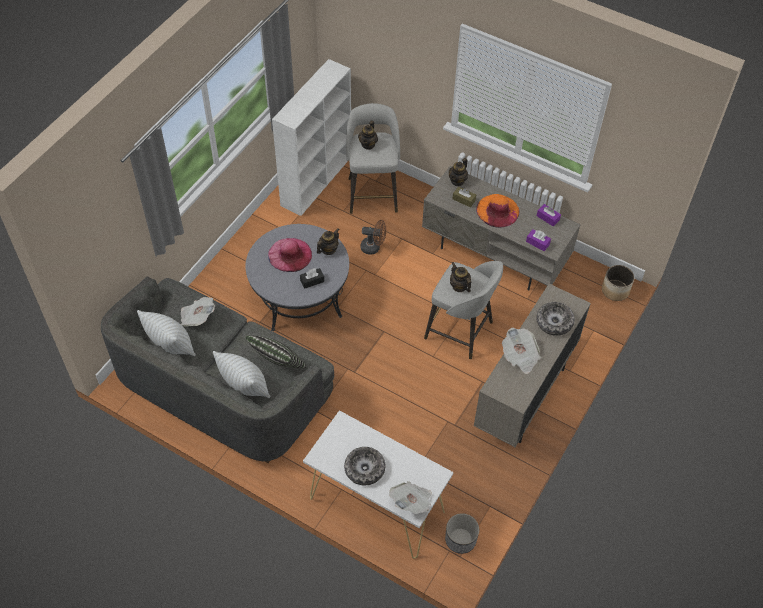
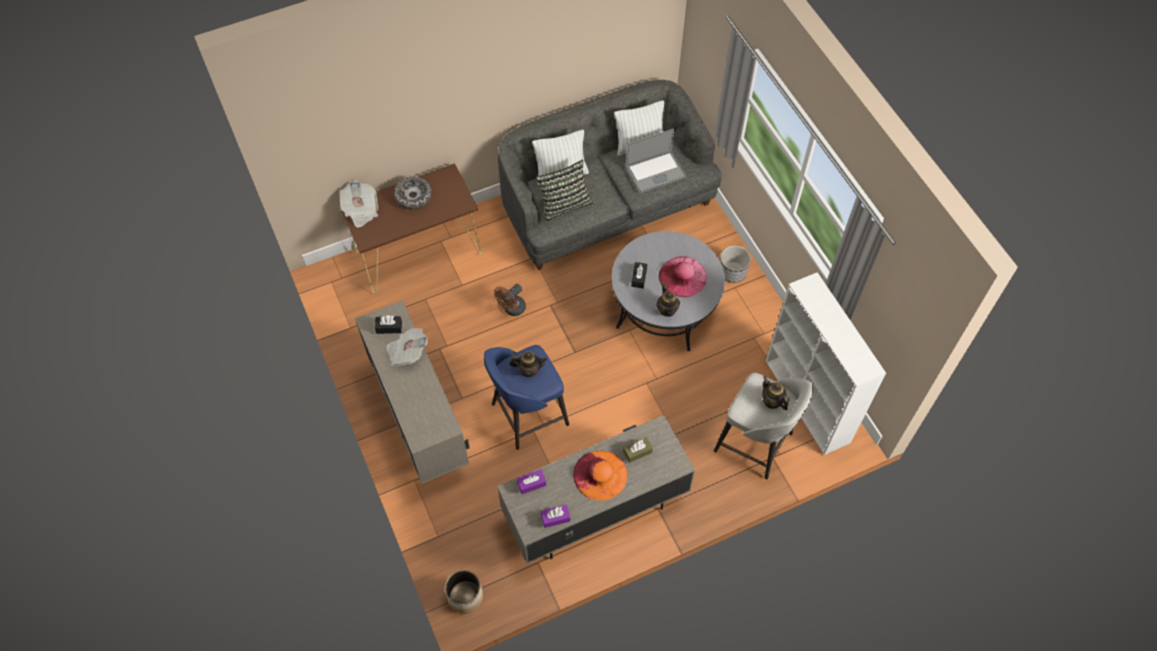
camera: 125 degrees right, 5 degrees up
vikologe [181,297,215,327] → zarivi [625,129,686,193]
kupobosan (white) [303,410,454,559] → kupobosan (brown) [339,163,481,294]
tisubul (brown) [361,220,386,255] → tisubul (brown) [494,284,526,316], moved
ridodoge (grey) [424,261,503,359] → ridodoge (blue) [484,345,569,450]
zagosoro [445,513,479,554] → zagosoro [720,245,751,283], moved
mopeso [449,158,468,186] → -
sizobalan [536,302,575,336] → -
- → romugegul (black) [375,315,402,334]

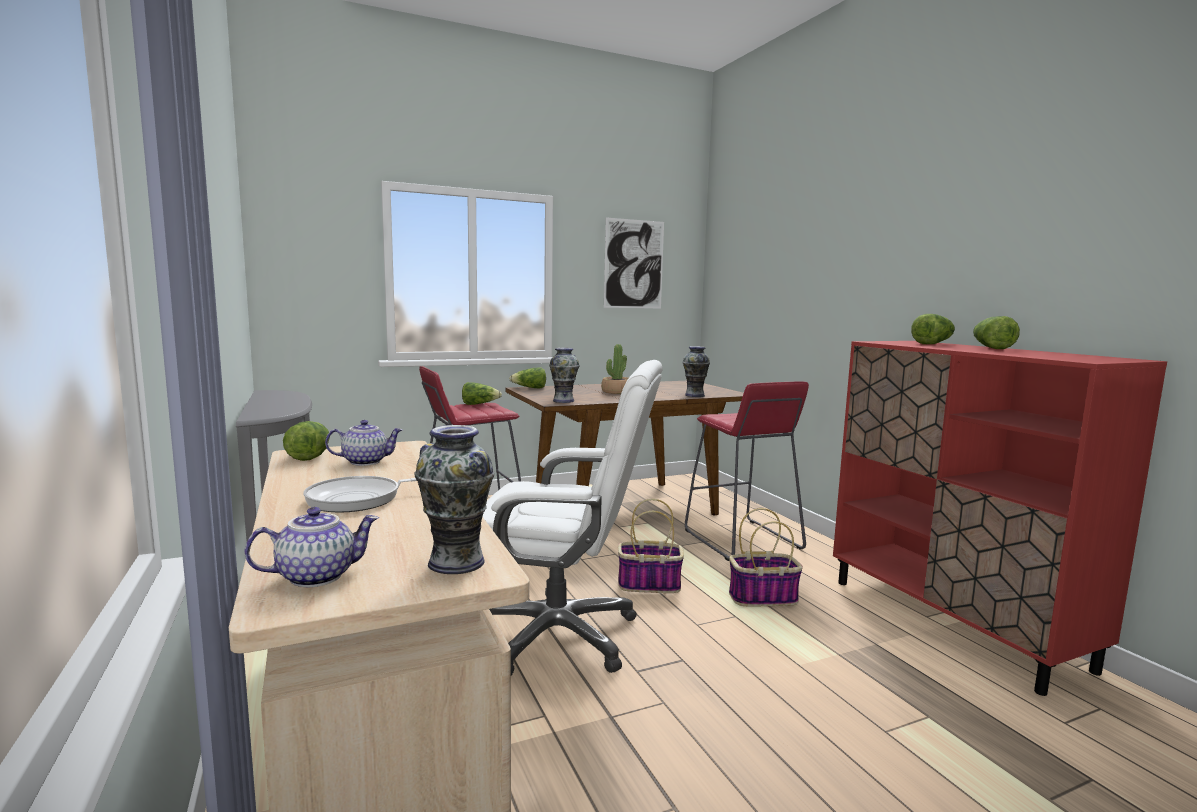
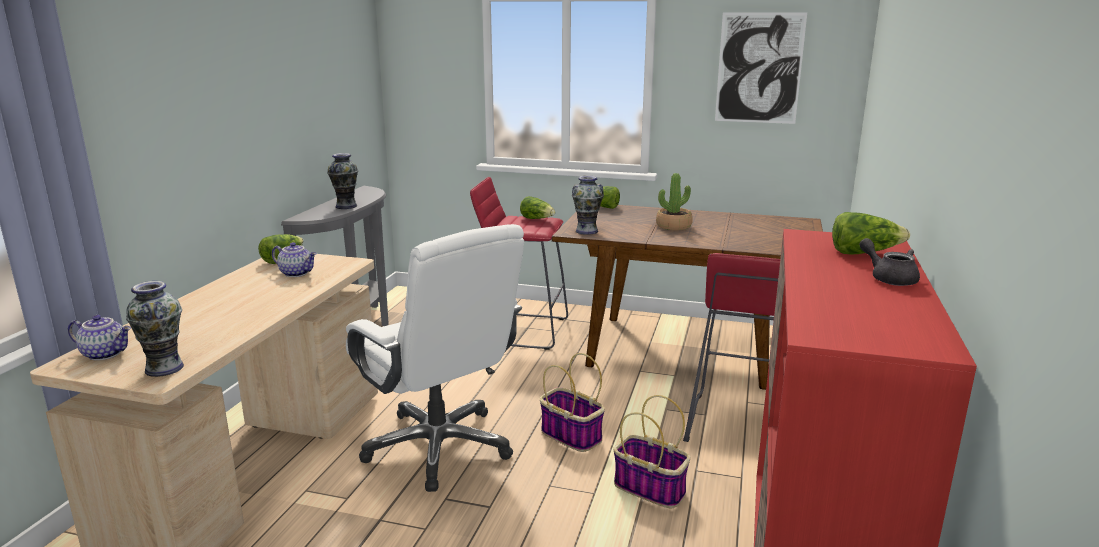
camera: 40 degrees right, 10 degrees up
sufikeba [303,476,417,513] → -
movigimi [682,346,710,397] → movigimi [327,153,358,209], moved
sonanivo [973,316,1020,349] → mopeso (grey) [859,238,920,286]

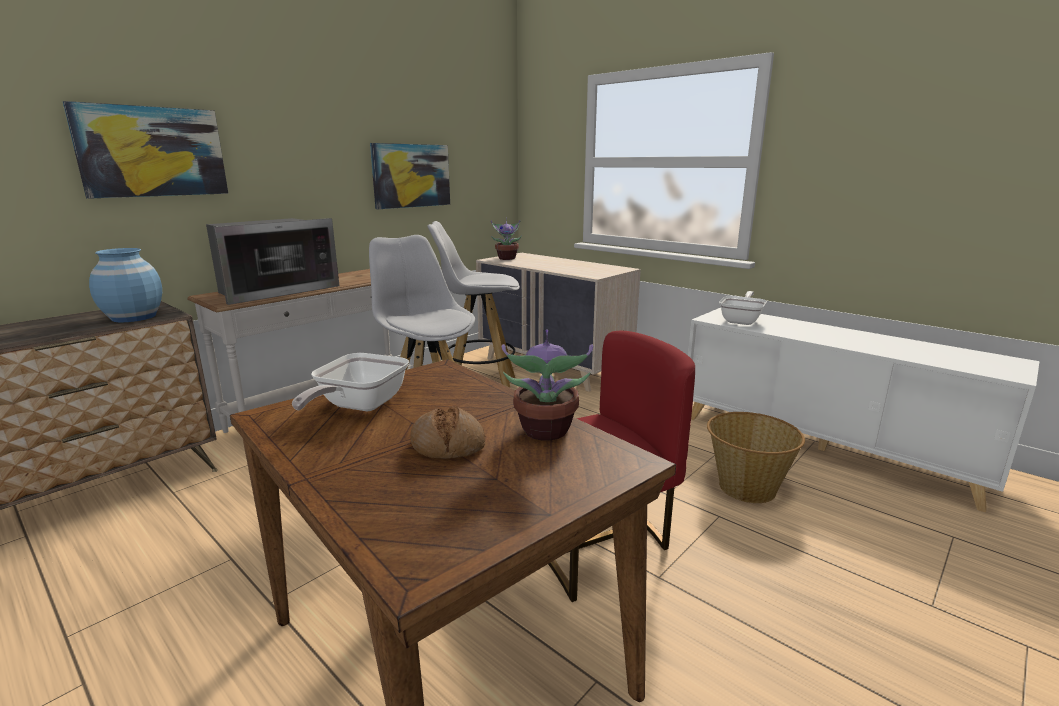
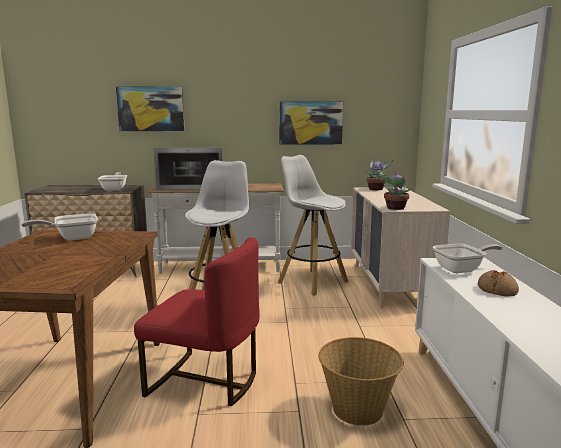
camera: 45 degrees right, 5 degrees down
movigimi (blue) [89,248,162,322] → sufikeba [98,172,127,191]
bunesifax [410,406,485,458] → bunesifax [478,270,519,296], moved
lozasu [502,330,593,441] → lozasu [378,169,411,210], moved

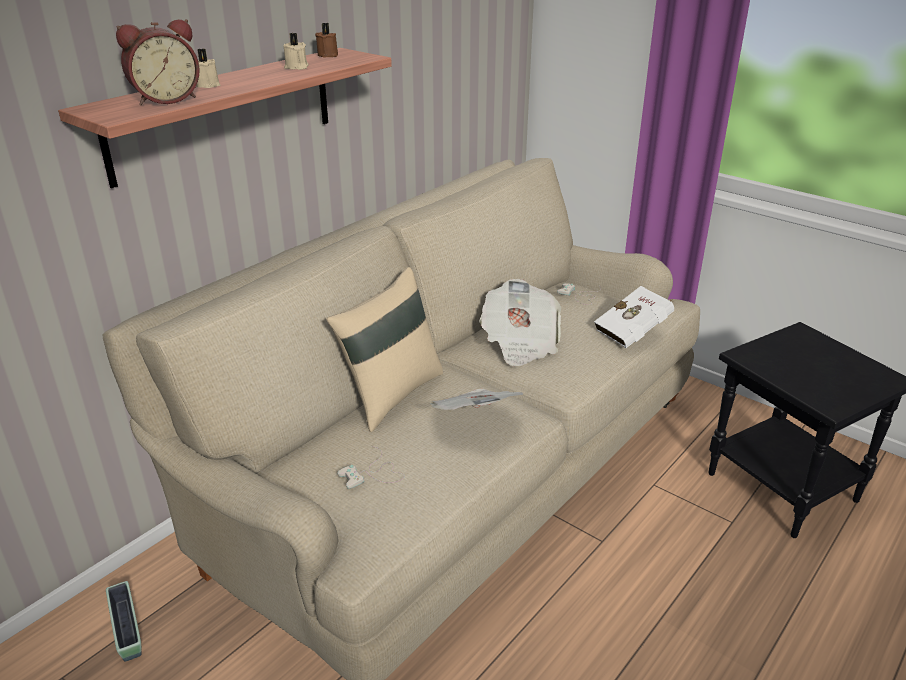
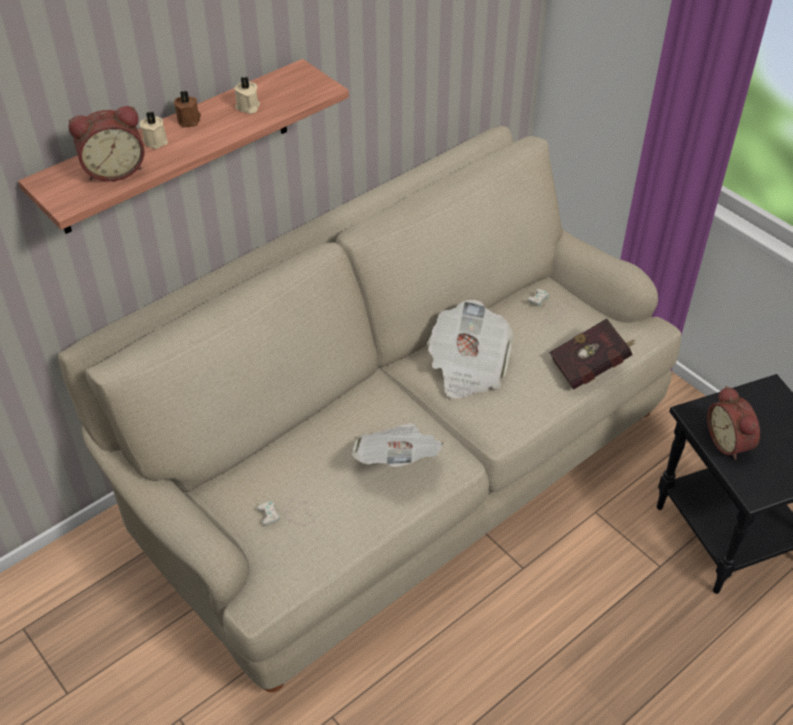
camera: 10 degrees right, 15 degrees up
zagosoro [106,581,142,662] → -
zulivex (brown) [315,23,338,57] → zulivex (brown) [174,91,201,127], moved
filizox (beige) [326,267,443,432] → -
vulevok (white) [594,286,674,348] → vulevok (red) [549,319,636,390]
- → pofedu [707,386,760,461]

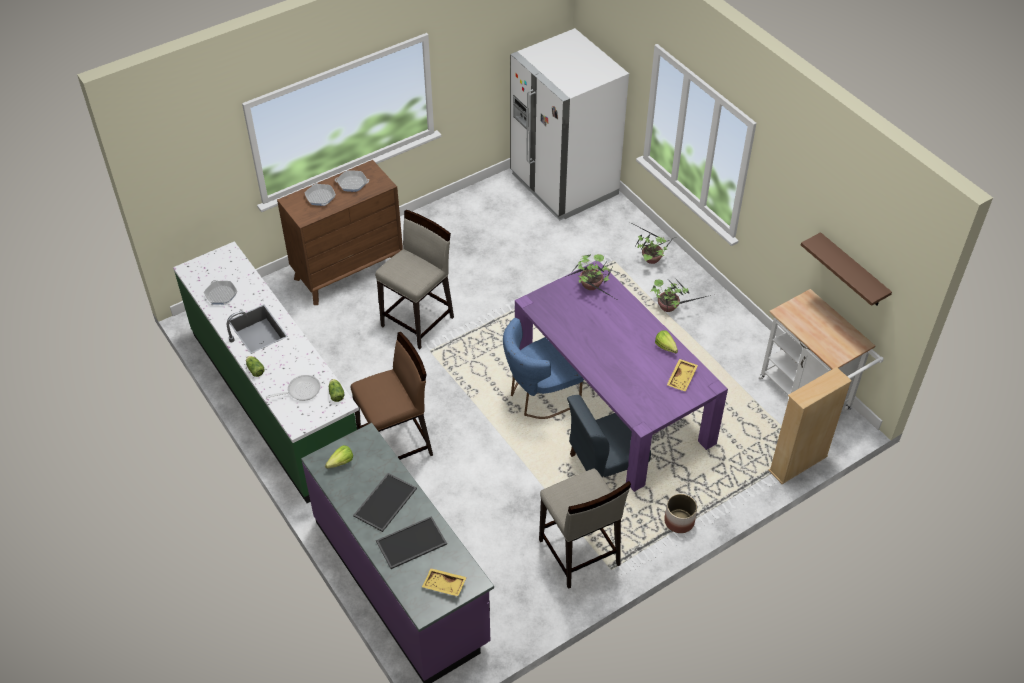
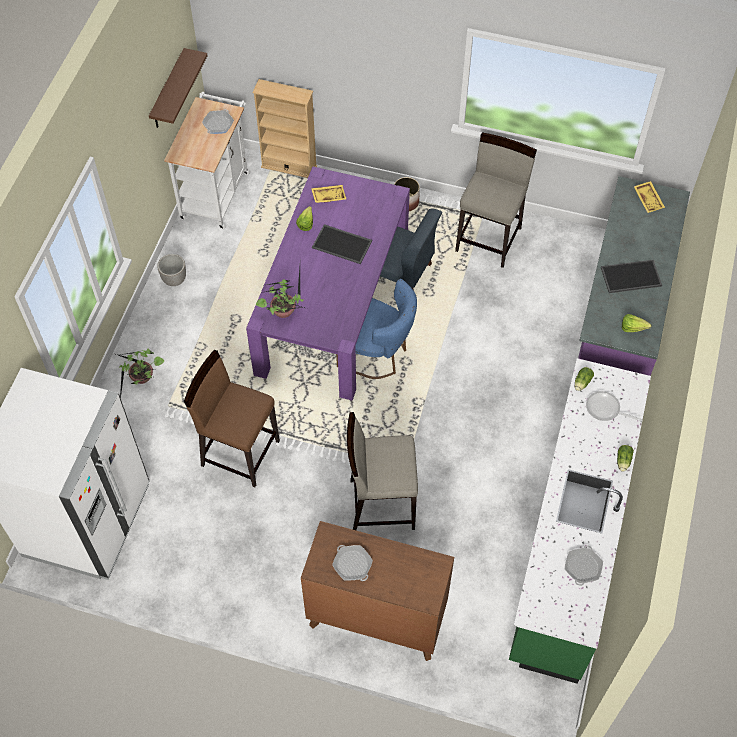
camera: 130 degrees left, 10 degrees up
sufikeba [305,183,336,206] → sufikeba [202,109,234,134], moved
ridodoge (brown) [351,332,433,460] → ridodoge (brown) [184,350,280,487], moved
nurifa [376,516,447,569] → nurifa [312,224,372,264], moved
lozasu [650,280,711,312] → -
- → zagosoro [157,254,186,286]

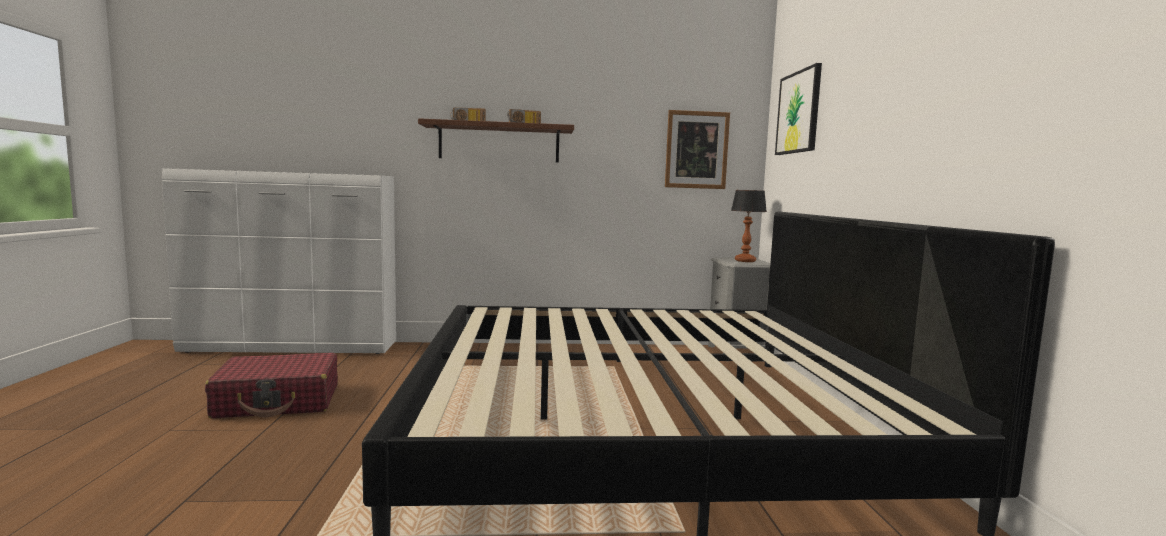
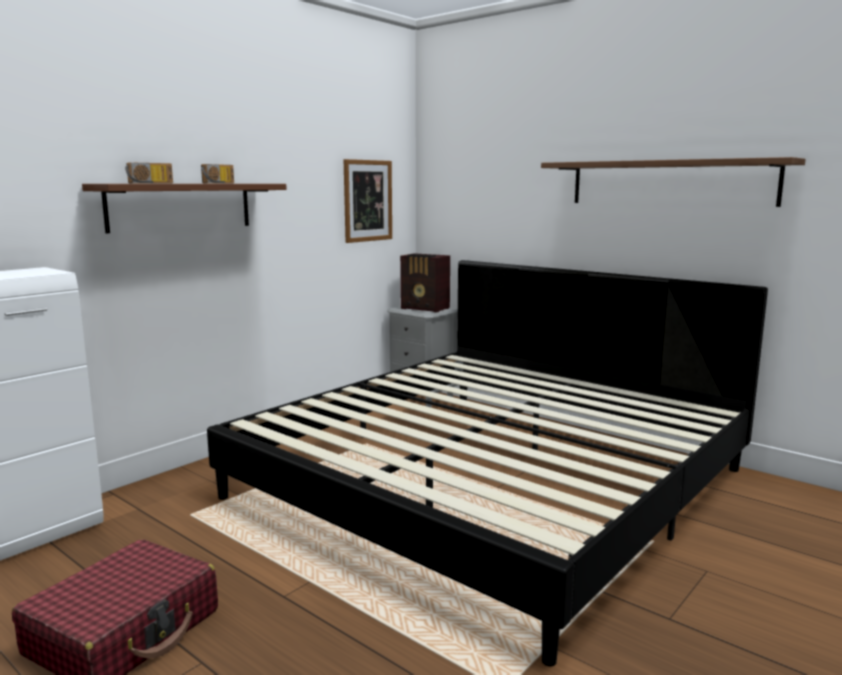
camera: 45 degrees left, 5 degrees up
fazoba [731,190,767,262] → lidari [400,253,450,312]
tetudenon [775,63,822,155] → -
- → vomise [541,157,806,207]

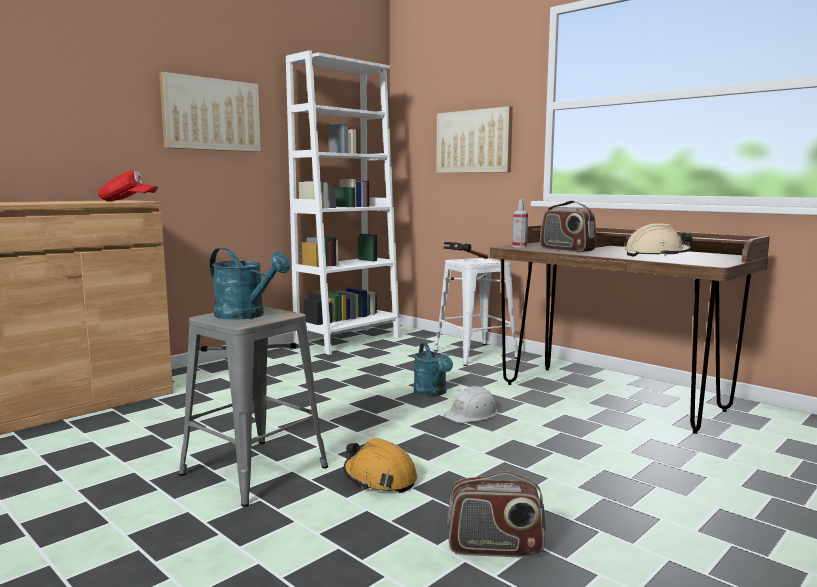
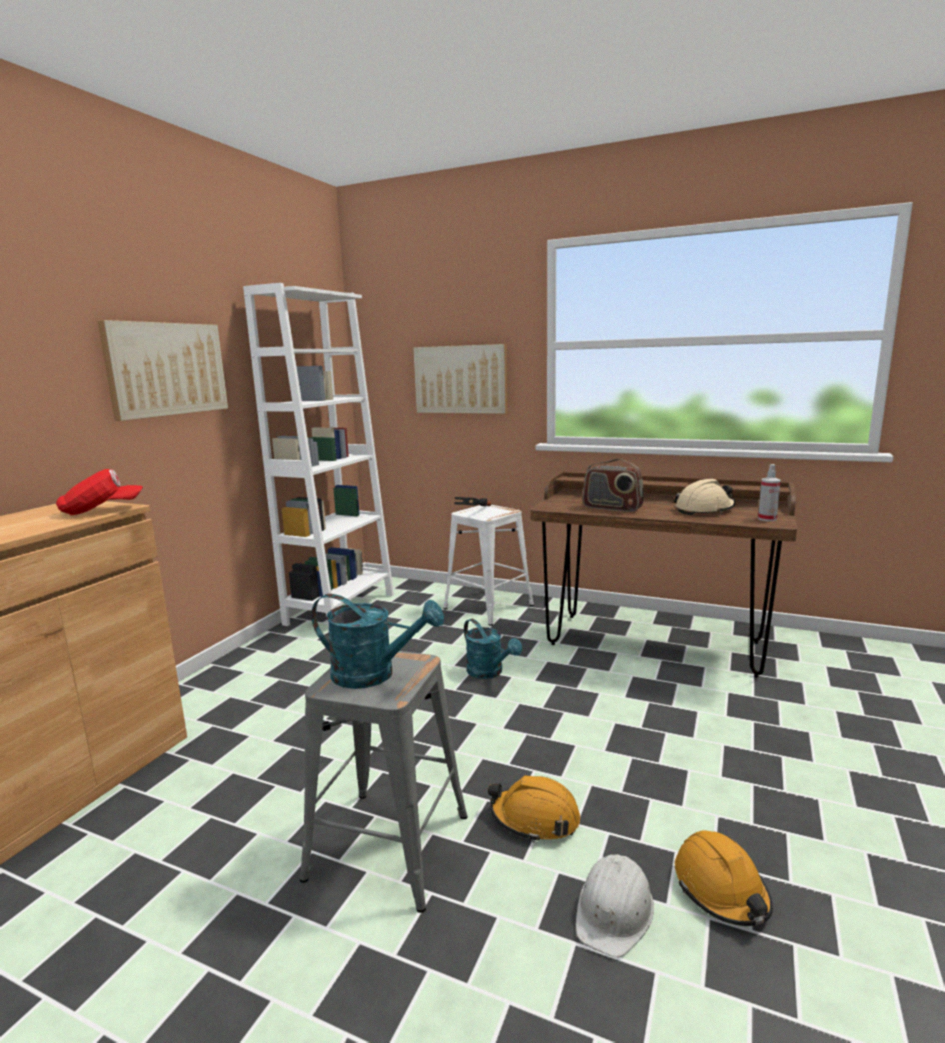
camera: 20 degrees left, 5 degrees up
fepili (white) [443,386,498,423] → fepili (white) [576,854,654,957], moved
lidari [447,471,546,558] → fepili (orange) [675,830,773,926]
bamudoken [512,200,528,248] → bamudoken [758,464,781,521], moved

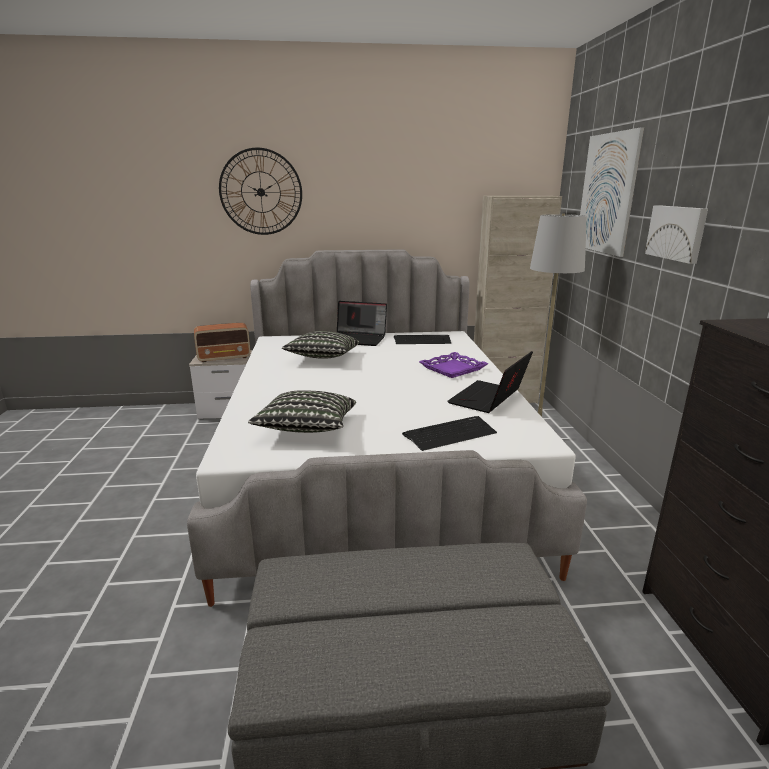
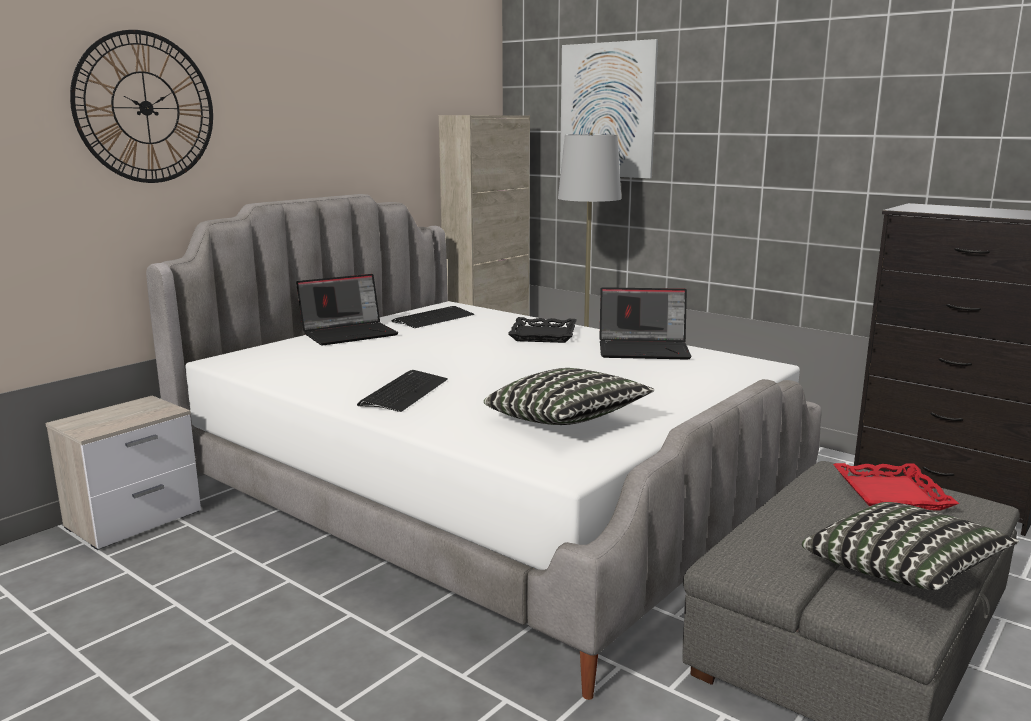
camera: 45 degrees left, 5 degrees down
lidari [194,323,250,362] → -
filizox [282,331,359,359] → filizox [802,502,1019,590], moved
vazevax [402,416,497,451] → vazevax [357,370,448,412], moved
nurifa (purple) [419,352,488,378] → nurifa (black) [508,317,577,343]
zarivi [447,351,533,413] → zarivi [599,287,692,360], 75 degrees counterclockwise
tetudenon [645,205,708,264] → -
- → nurifa (red) [833,463,959,510]

